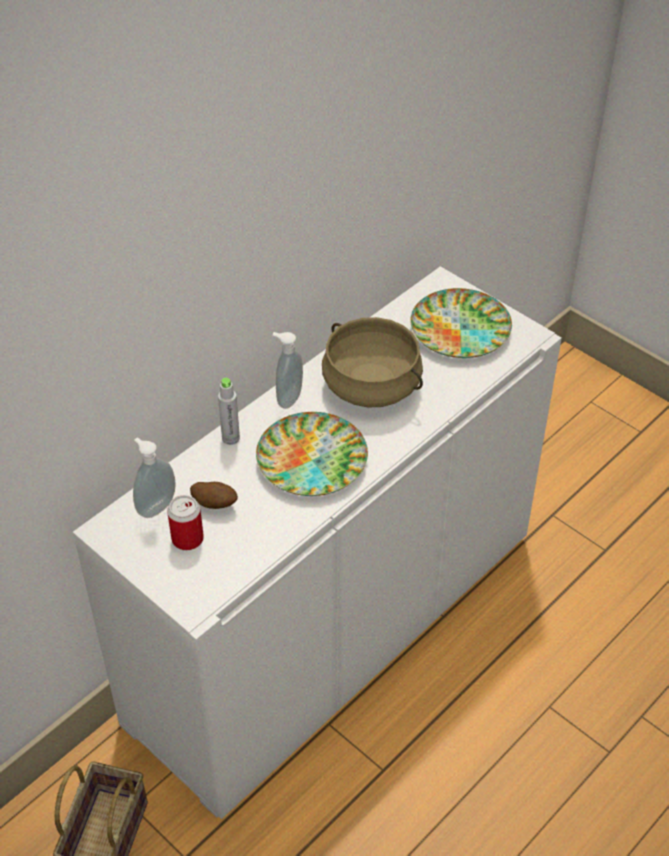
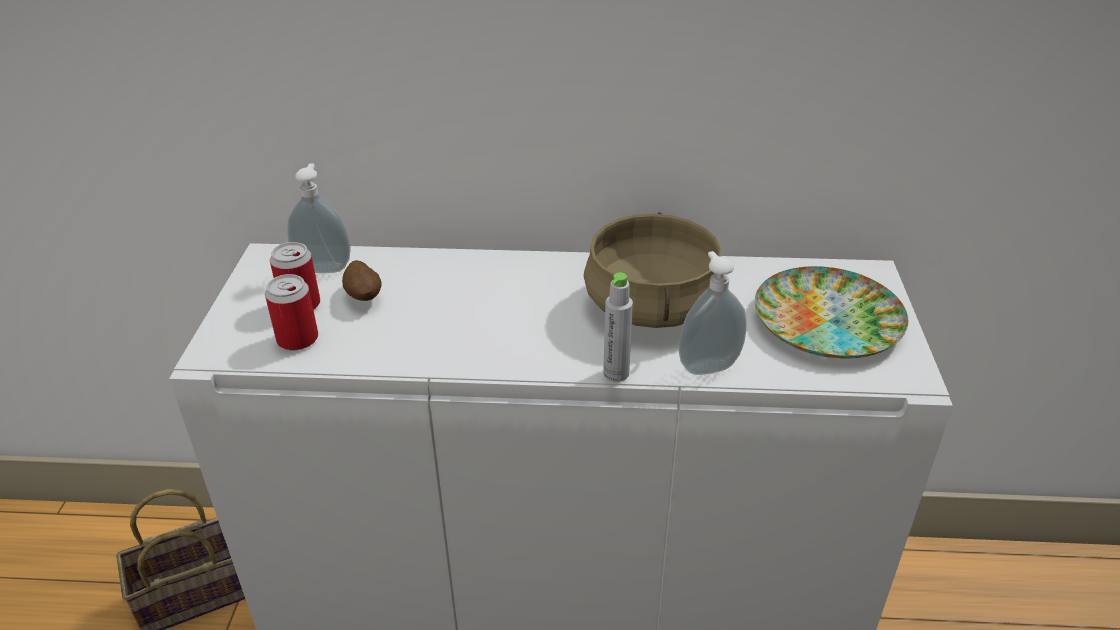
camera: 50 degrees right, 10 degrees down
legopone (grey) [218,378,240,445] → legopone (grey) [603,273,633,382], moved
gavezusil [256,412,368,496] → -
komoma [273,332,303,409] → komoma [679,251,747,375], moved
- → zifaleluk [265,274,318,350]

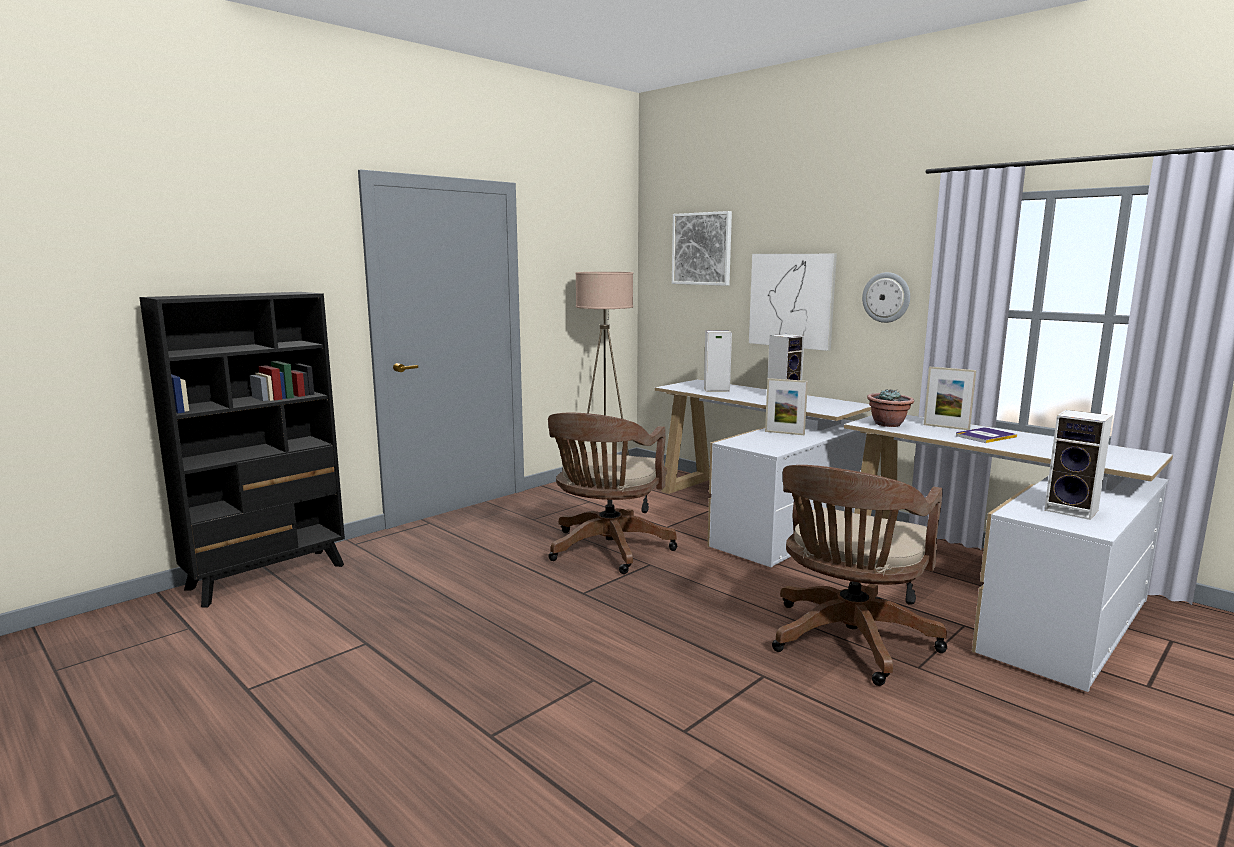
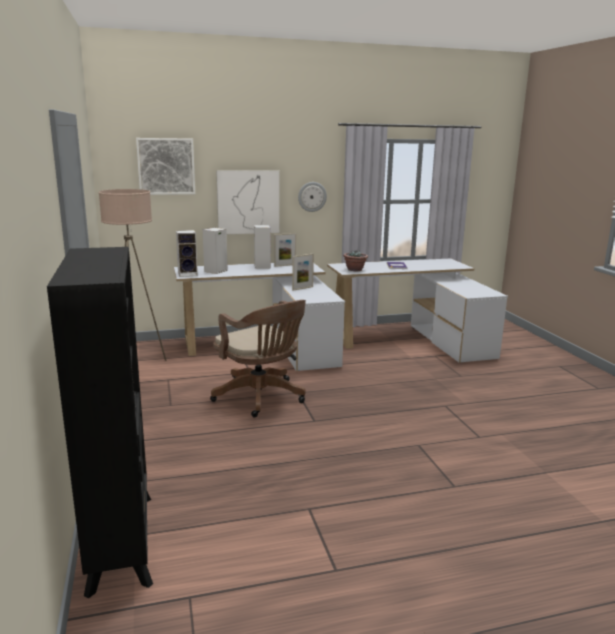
camera: 60 degrees left, 5 degrees up
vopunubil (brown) [772,465,947,686] → -
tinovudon [924,367,976,430] → tinovudon [274,233,296,267], moved
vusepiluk [1044,410,1113,520] → vusepiluk [176,230,198,277], moved

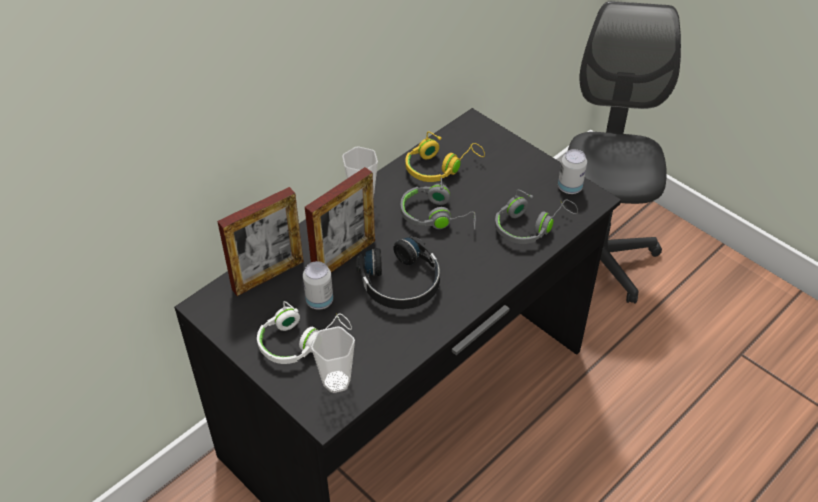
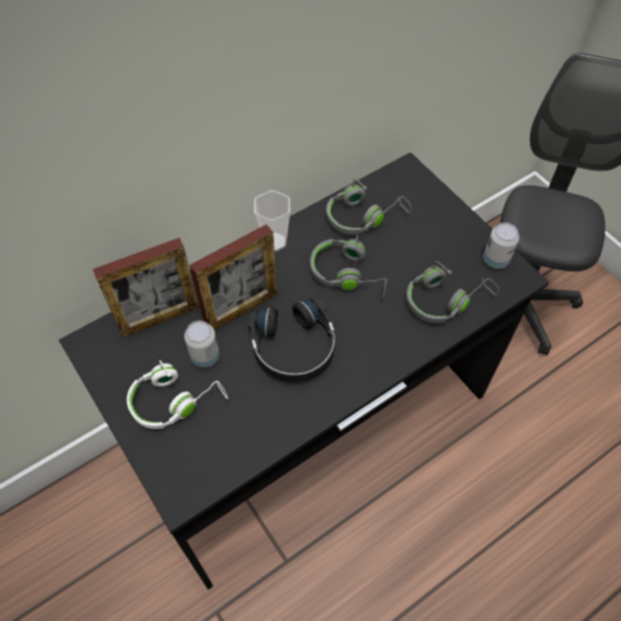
camera: 10 degrees right, 10 degrees up
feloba [311,326,355,393] → -
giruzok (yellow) [405,131,485,182] → giruzok (grey) [326,178,412,234]

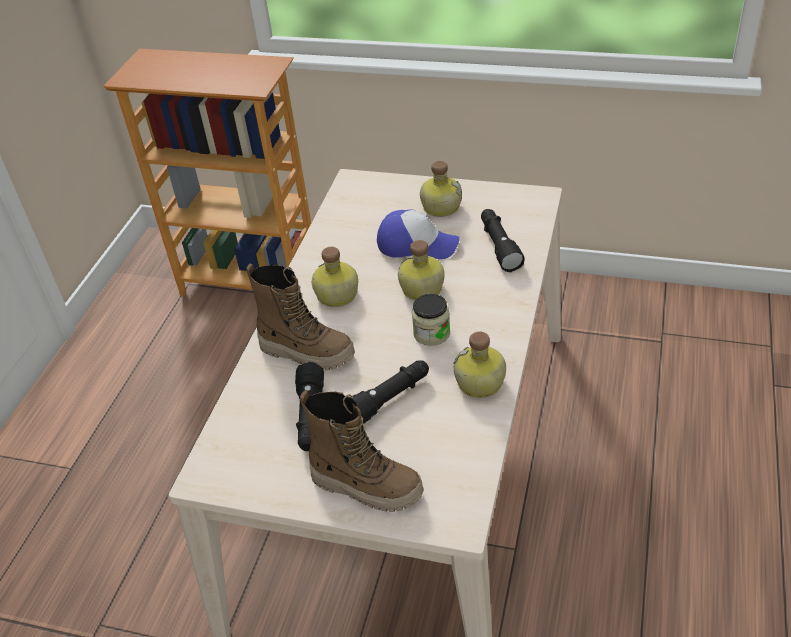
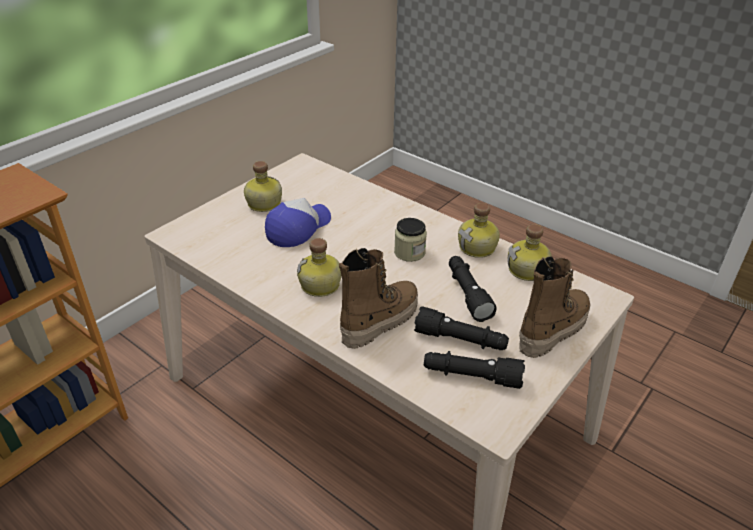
camera: 70 degrees left, 5 degrees down
legopone [398,240,444,300] → legopone [507,224,552,281], moved
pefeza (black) [481,209,525,272] → pefeza (black) [424,351,525,389], moved

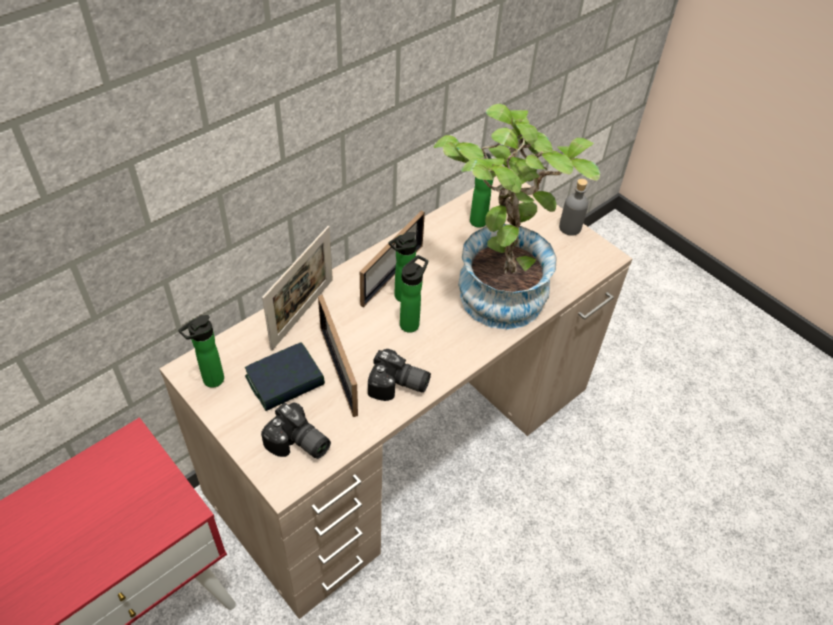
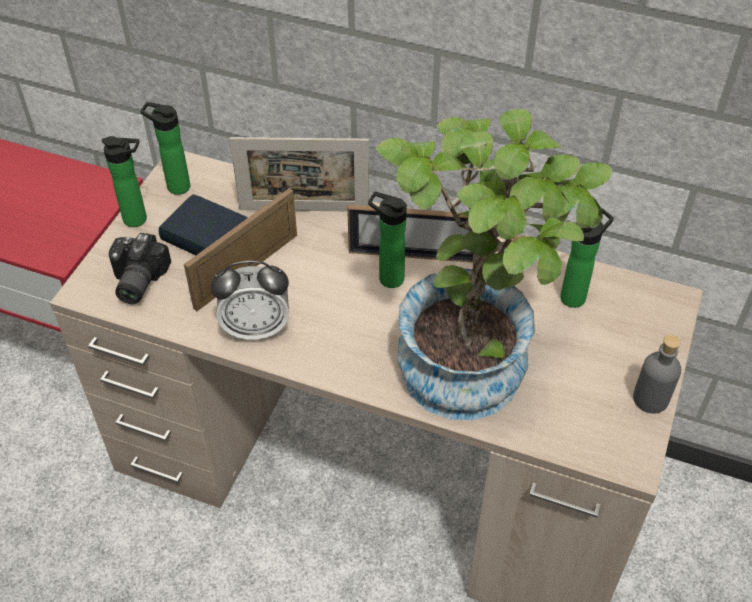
camera: 65 degrees right, 0 degrees up
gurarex [368,349,431,401] → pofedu [211,261,289,340]
legopone [400,255,428,333] → legopone [101,136,147,227], moved

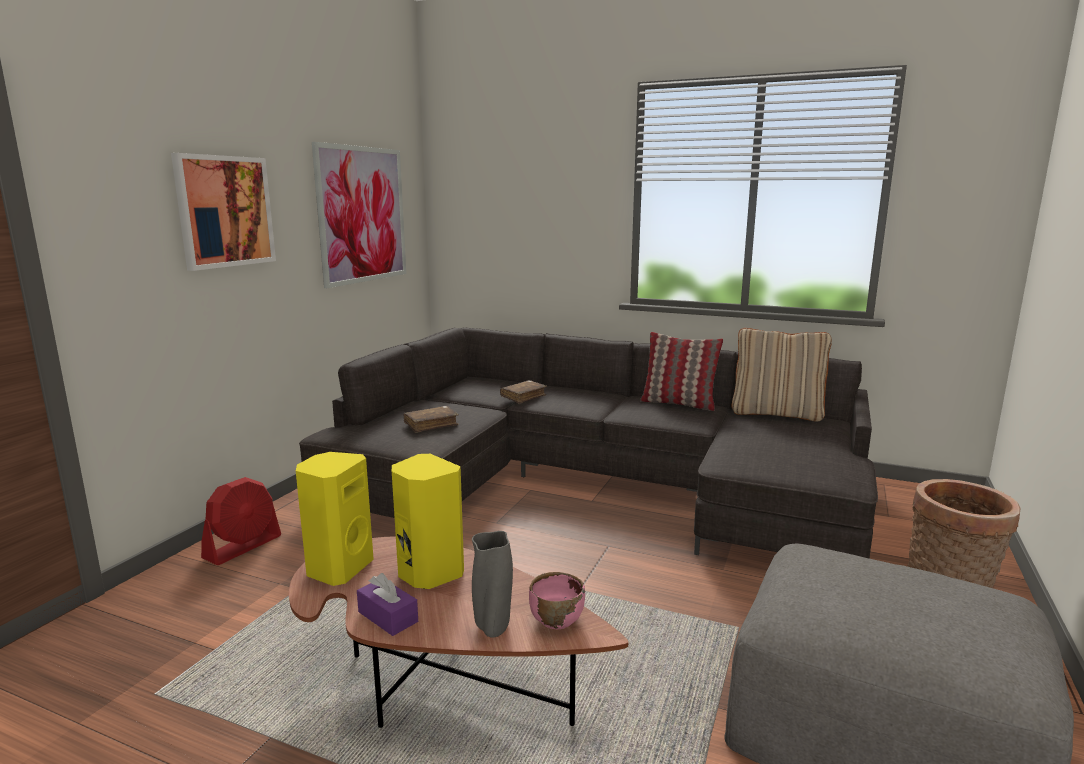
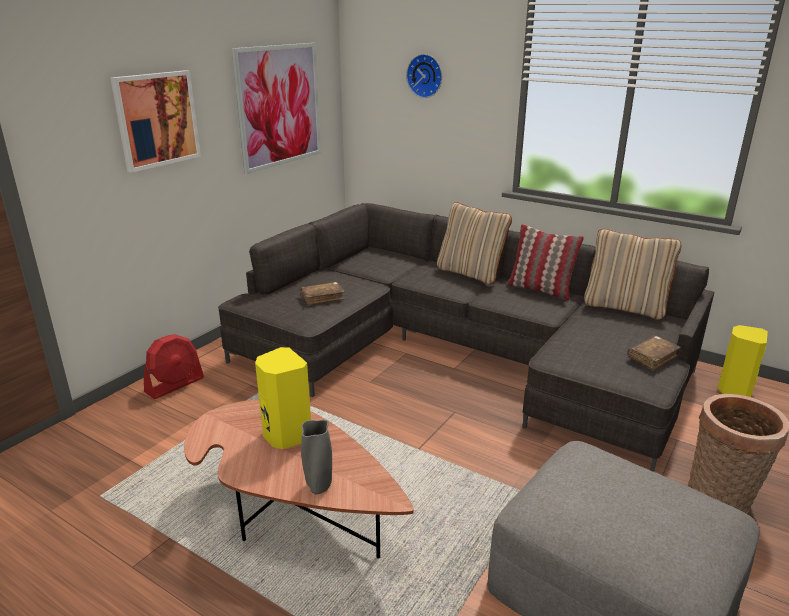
camera: 10 degrees right, 10 degrees up
vusepiluk (yellow) [296,452,374,586] → vusepiluk (yellow) [718,325,768,397], moved
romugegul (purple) [357,573,418,636] → -
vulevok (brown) [500,380,547,404] → vulevok (brown) [628,336,681,371], moved
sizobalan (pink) [529,572,585,629] → -
- → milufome [406,54,442,98]
- → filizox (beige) [437,202,512,284]

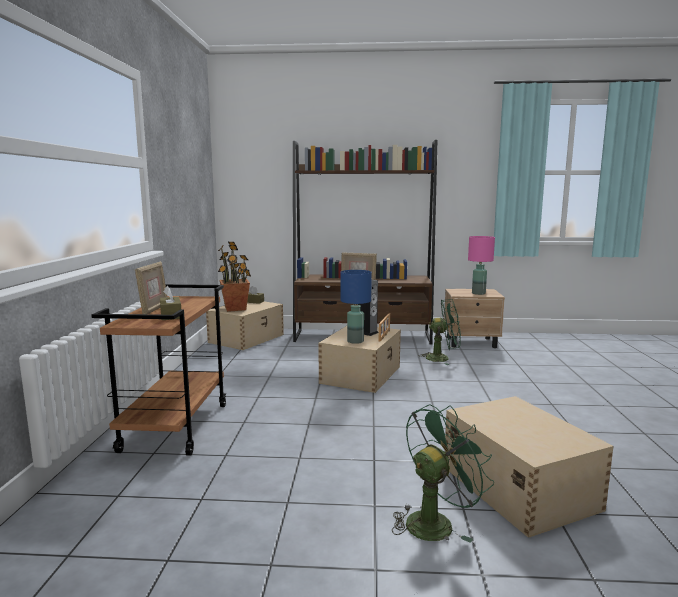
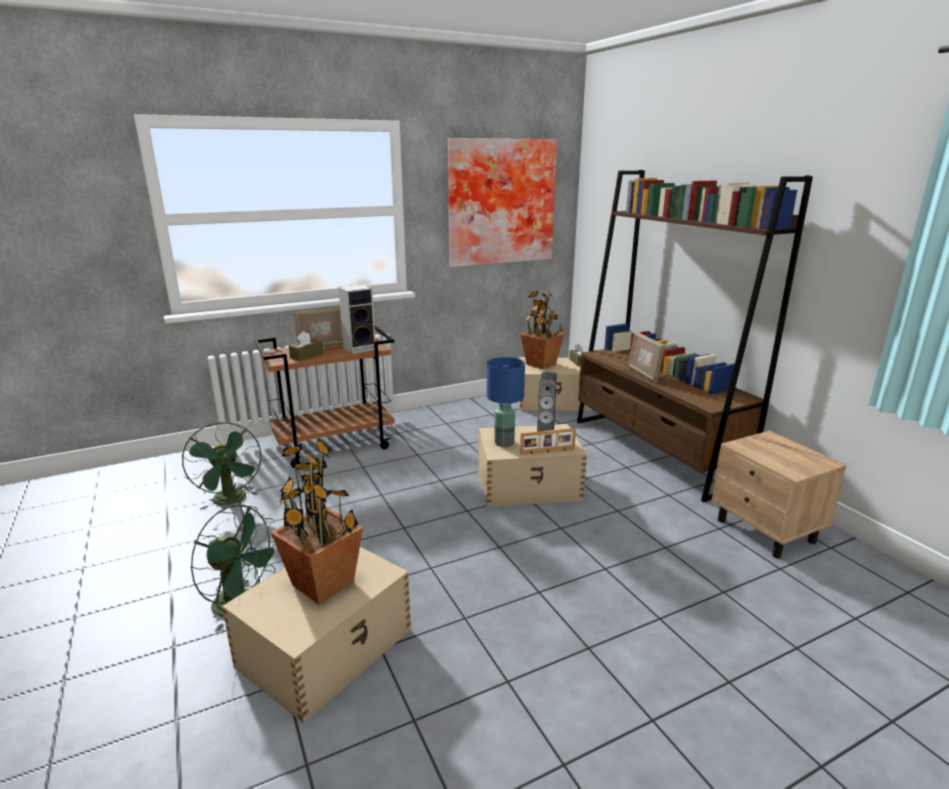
camera: 60 degrees right, 10 degrees up
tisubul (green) [419,299,461,365] → tisubul (green) [182,422,261,510], moved
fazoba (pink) [468,236,495,295] → -
- → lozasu [271,438,363,604]
- → vusepiluk [338,284,375,354]
- → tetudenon [448,138,557,267]

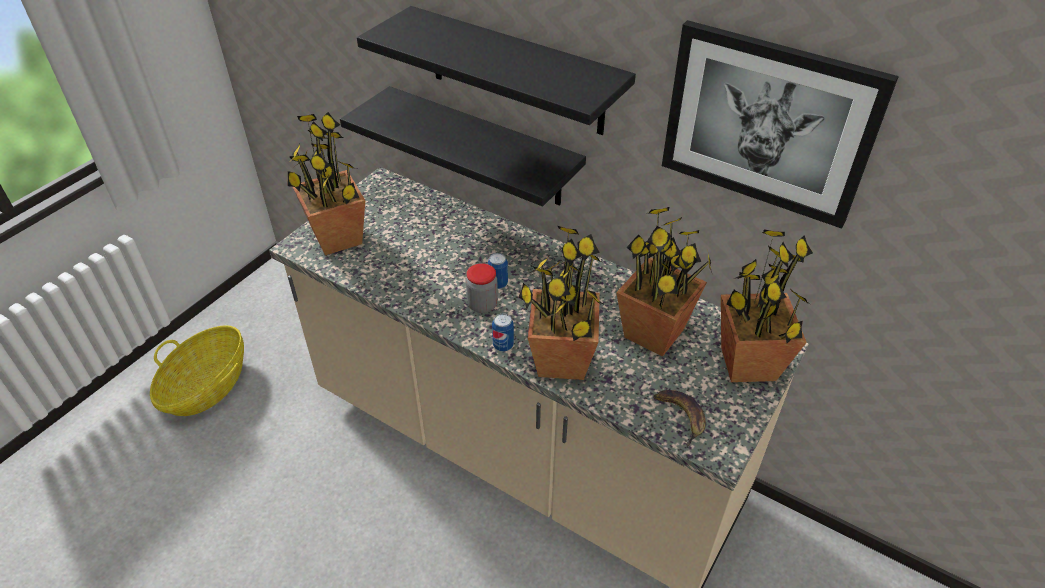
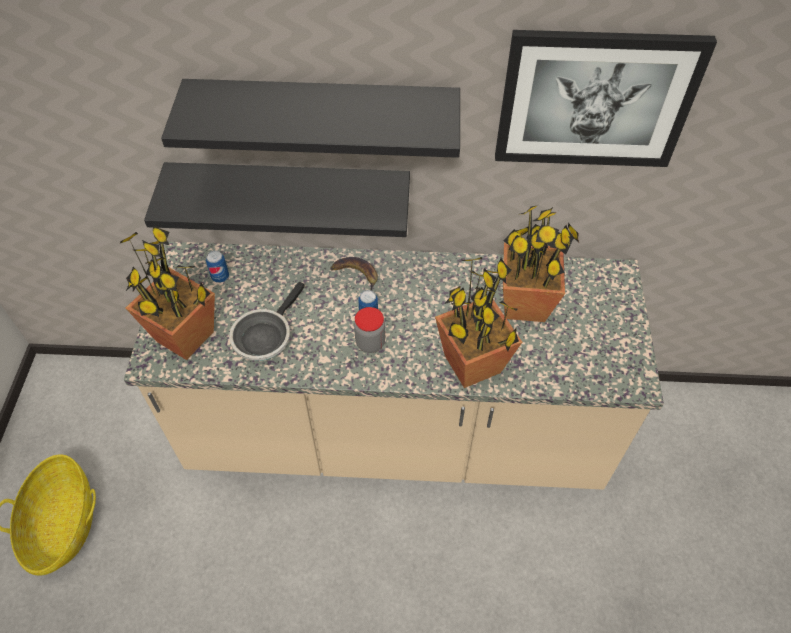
camera: 30 degrees left, 10 degrees up
zifaleluk [492,313,514,351] → zifaleluk [206,250,229,283], moved
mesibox [653,390,706,447] → mesibox [330,257,378,291], moved
lozasu [721,229,813,382] → -
- → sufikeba [229,282,305,361]

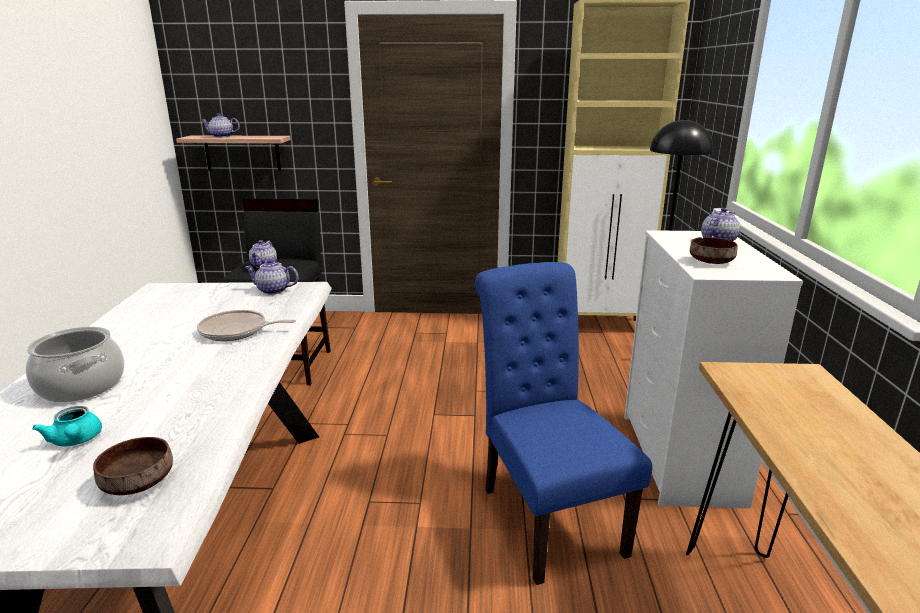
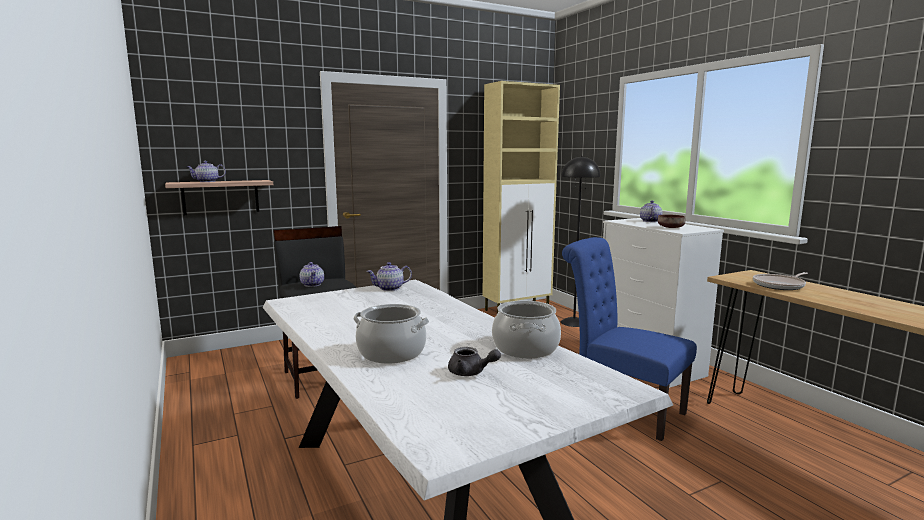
camera: 30 degrees left, 10 degrees down
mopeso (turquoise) [32,406,102,447] → mopeso (grey) [448,347,501,376]
sizobalan (brown) [93,437,173,495] → -
sufikeba [197,310,296,341] → sufikeba [753,272,808,290], moved
- → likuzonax [492,301,561,358]

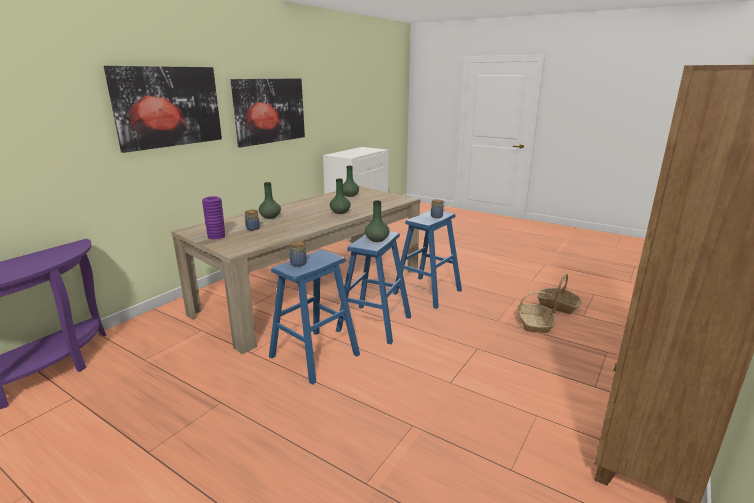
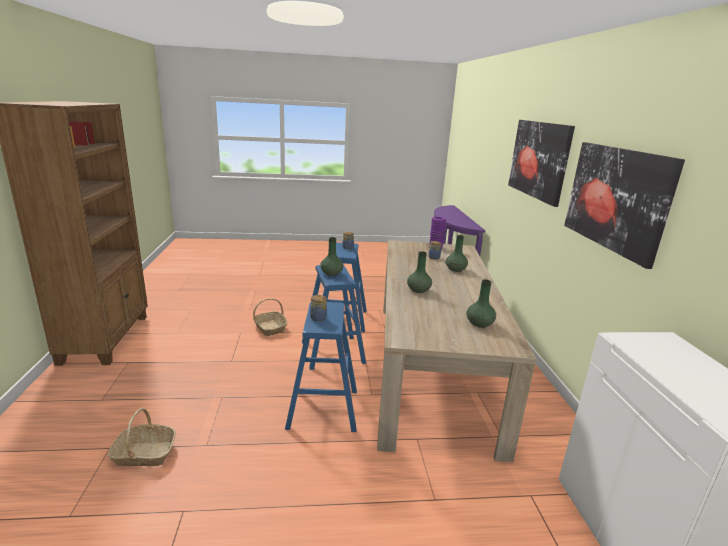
camera: 140 degrees right, 0 degrees up
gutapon [517,291,557,333] → gutapon [253,298,287,336], moved

